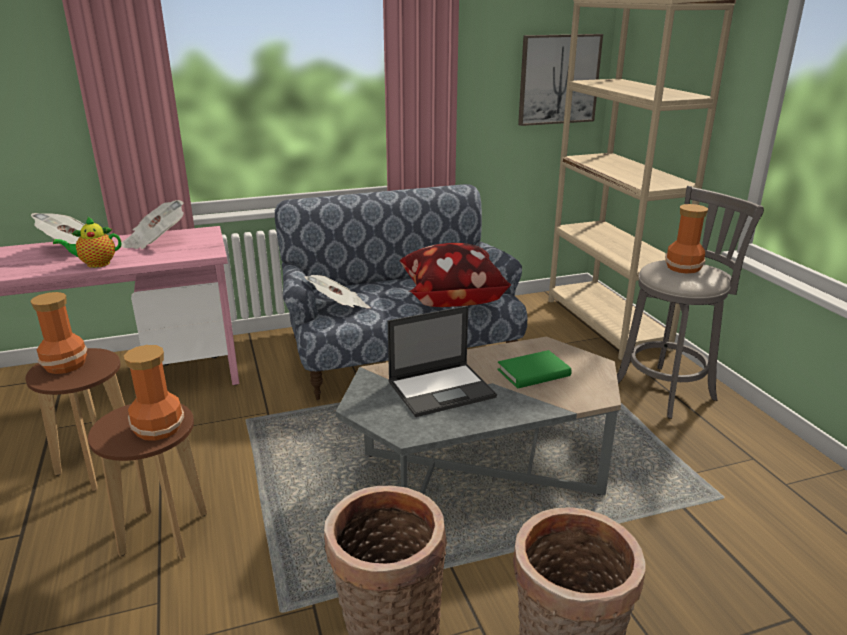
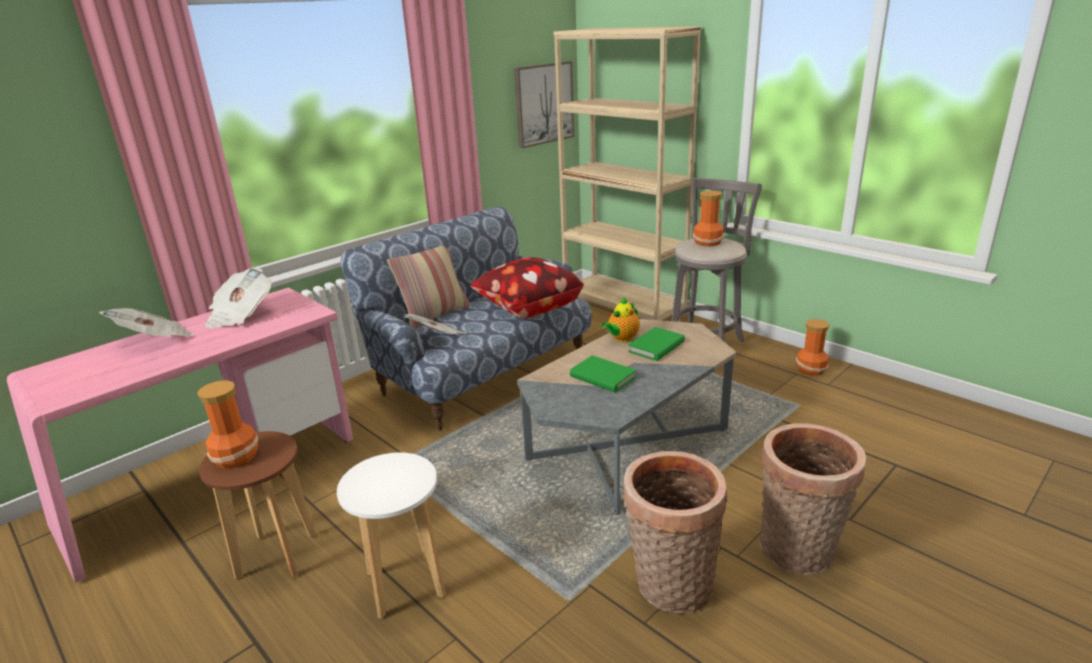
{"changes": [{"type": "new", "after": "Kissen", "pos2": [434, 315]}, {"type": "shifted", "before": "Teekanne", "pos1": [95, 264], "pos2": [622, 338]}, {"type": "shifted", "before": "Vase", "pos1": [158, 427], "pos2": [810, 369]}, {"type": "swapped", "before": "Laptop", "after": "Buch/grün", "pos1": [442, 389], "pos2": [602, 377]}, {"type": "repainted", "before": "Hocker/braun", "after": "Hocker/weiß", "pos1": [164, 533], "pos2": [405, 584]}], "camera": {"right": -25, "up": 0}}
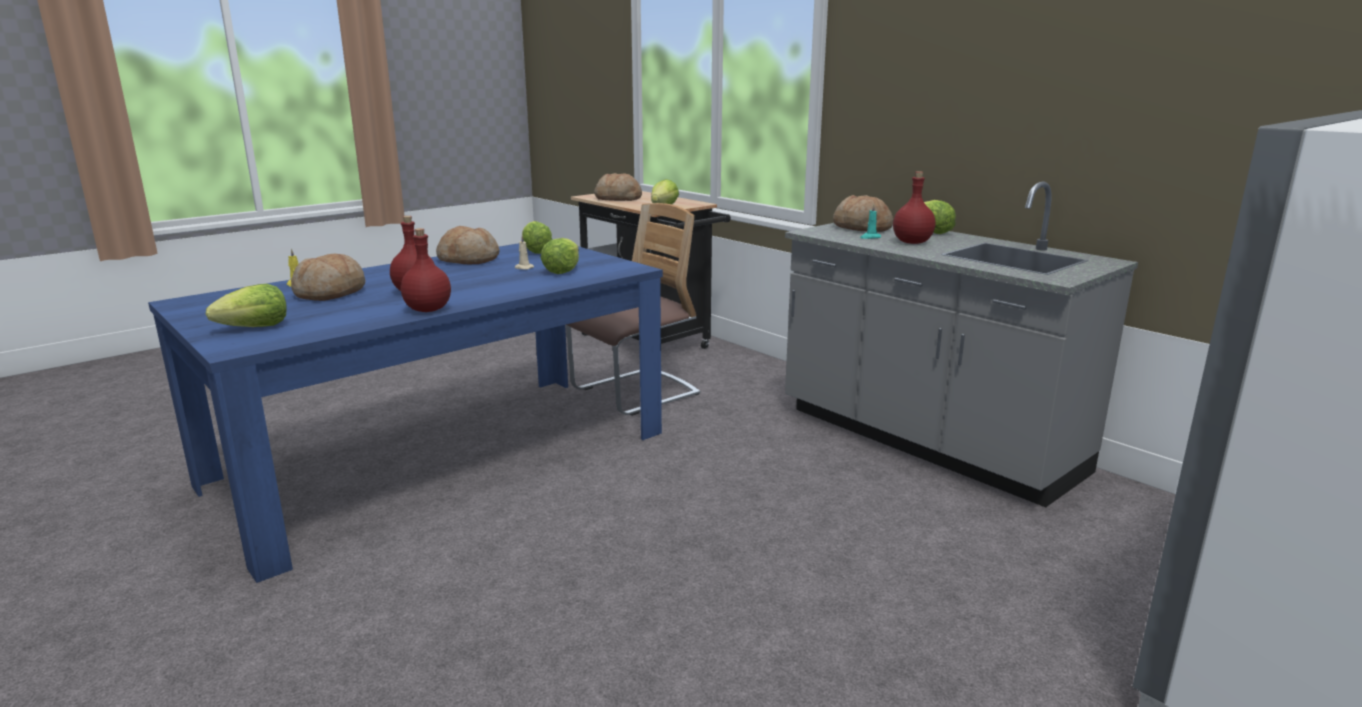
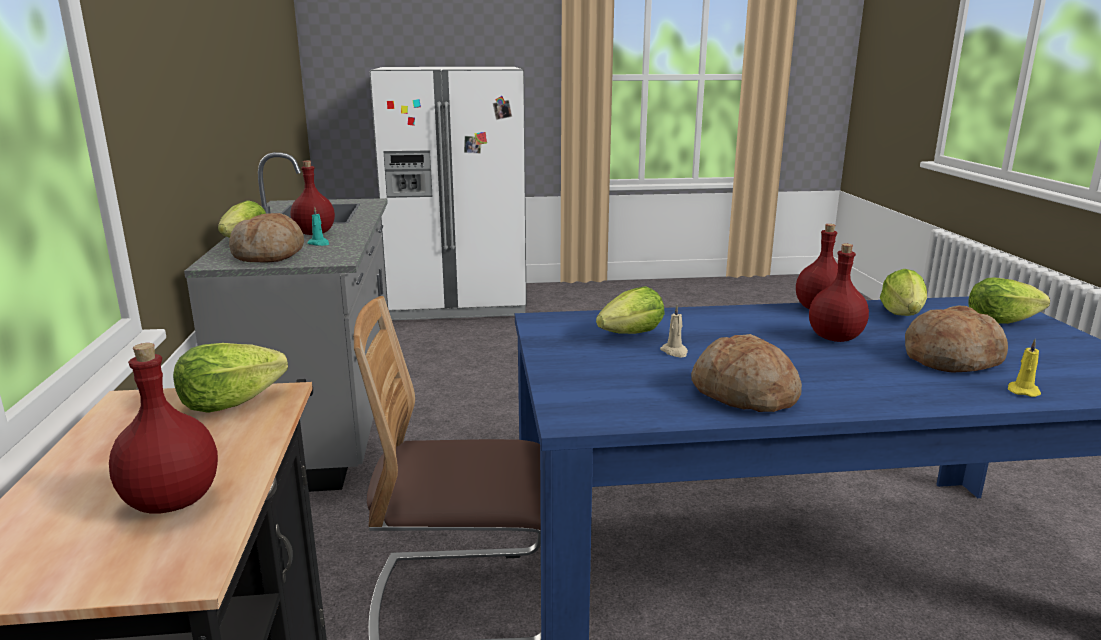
{"changes": [{"type": "shifted", "before": "Salatkopf", "pos1": [536, 251], "pos2": [903, 315]}, {"type": "swapped", "before": "Brot", "after": "Flasche/rot", "pos1": [618, 199], "pos2": [174, 501]}], "camera": {"right": -145, "up": 0}}
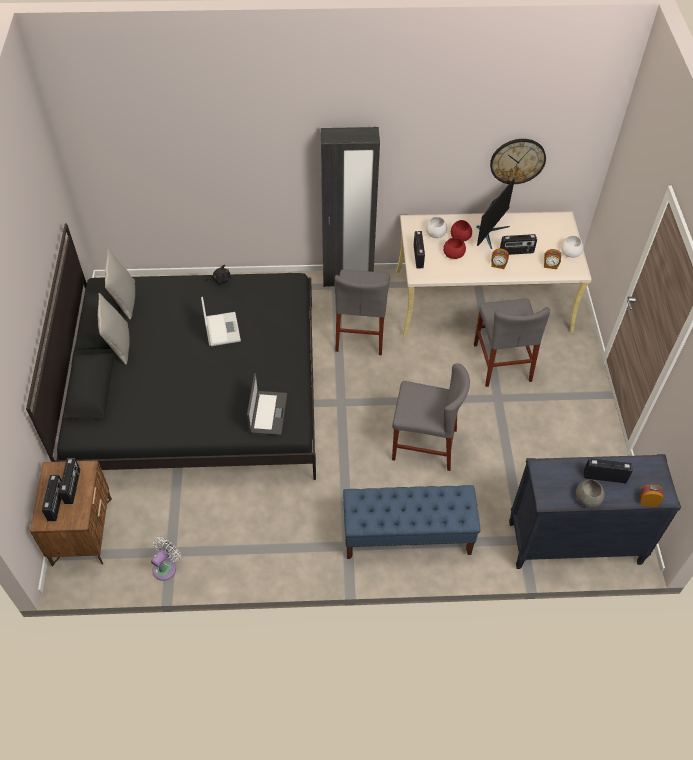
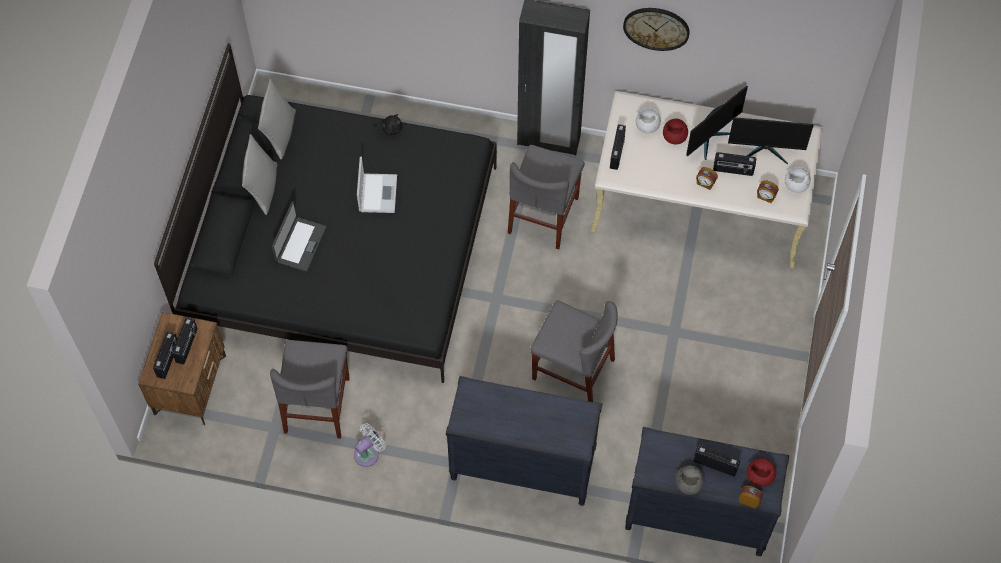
{"changes": [{"type": "new", "after": "Monitor", "pos2": [765, 150]}, {"type": "shifted", "before": "Ventilator/weiß", "pos1": [166, 567], "pos2": [368, 453]}, {"type": "shifted", "before": "Laptop", "pos1": [267, 413], "pos2": [300, 244]}, {"type": "shifted", "before": "Schüssel/rot", "pos1": [454, 254], "pos2": [760, 476]}, {"type": "shifted", "before": "Stuhl/grau", "pos1": [502, 362], "pos2": [317, 405]}, {"type": "shifted", "before": "Wanduhr", "pos1": [517, 161], "pos2": [656, 28]}, {"type": "swapped", "before": "Bank/blau", "after": "Kommode/schwarz", "pos1": [406, 536], "pos2": [522, 467]}], "camera": {"right": 15, "up": 10}}
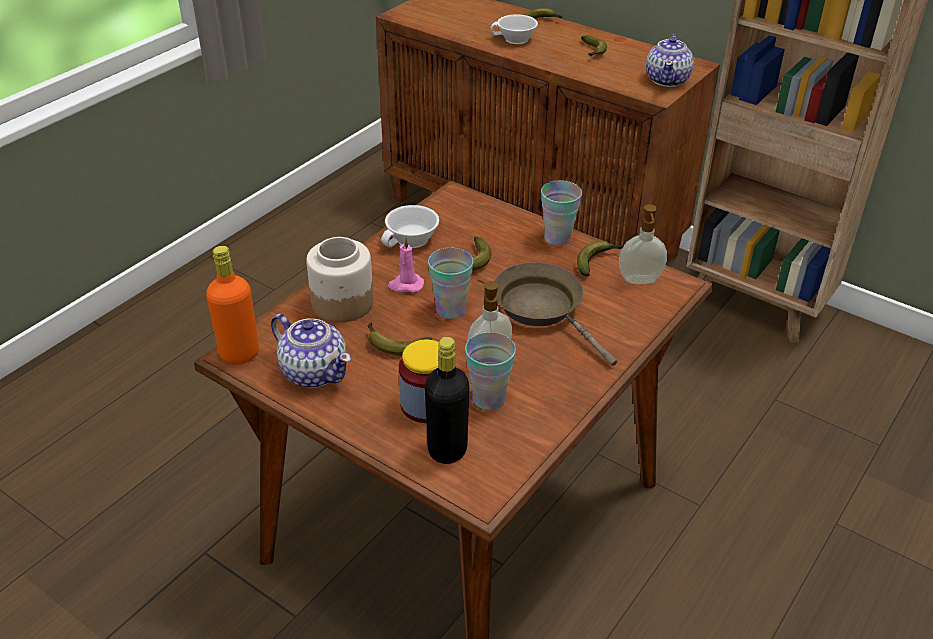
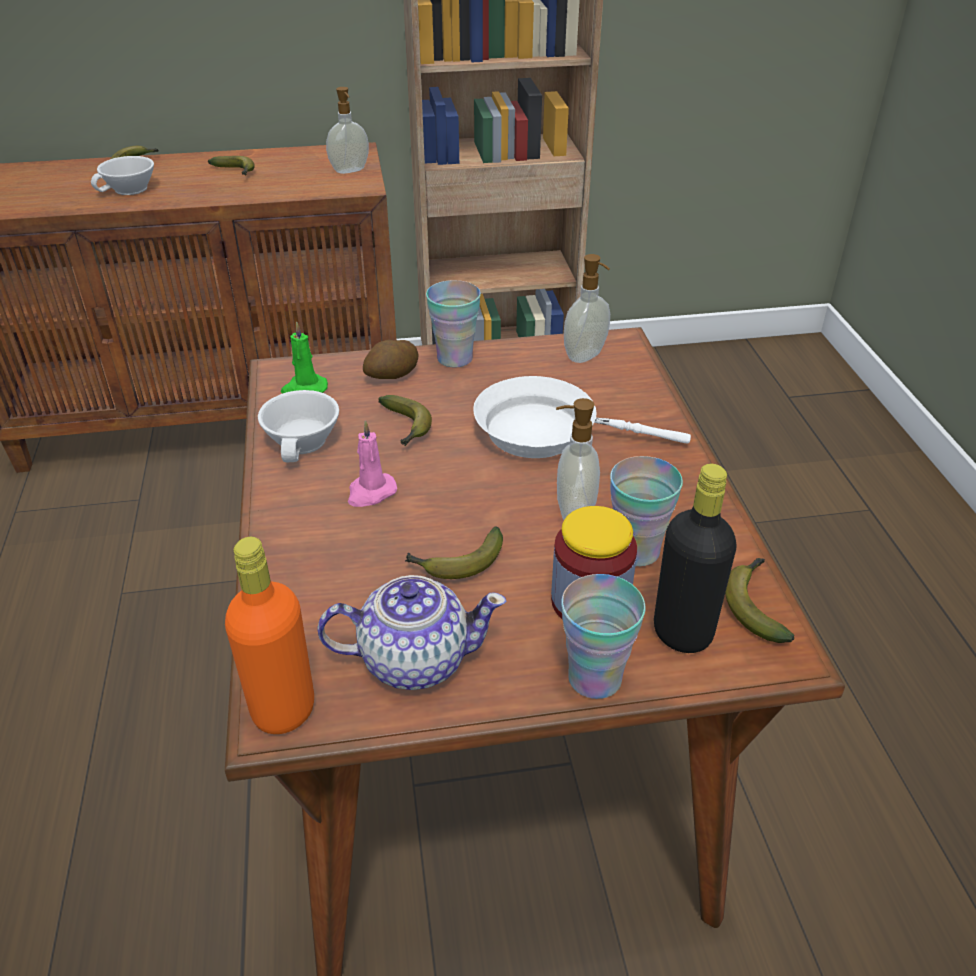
{"changes": [{"type": "gone", "before": "Vorratsglas", "pos1": [341, 303]}, {"type": "new", "after": "Kerze/grün", "pos2": [304, 389]}, {"type": "new", "after": "Kartoffel", "pos2": [391, 376]}, {"type": "shifted", "before": "Tasse", "pos1": [451, 310], "pos2": [594, 678]}, {"type": "shifted", "before": "Banane", "pos1": [597, 262], "pos2": [755, 605]}, {"type": "swapped", "before": "Teekanne", "after": "Seifenspender", "pos1": [667, 80], "pos2": [350, 171]}, {"type": "repainted", "before": "Pfanne/braun", "after": "Pfanne/weiß", "pos1": [543, 309], "pos2": [546, 431]}], "camera": {"right": -45, "up": 0}}
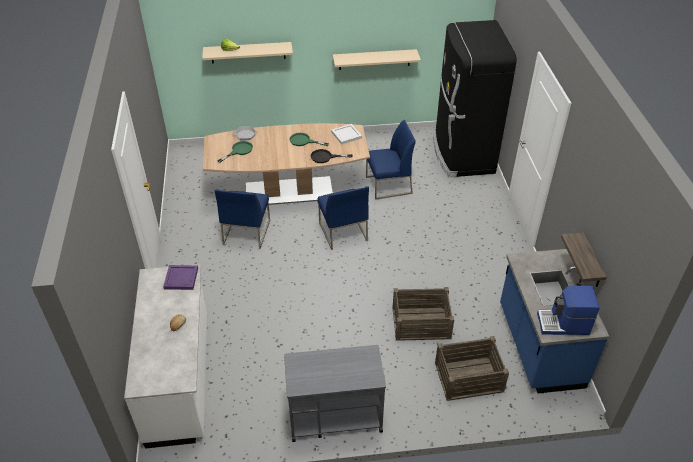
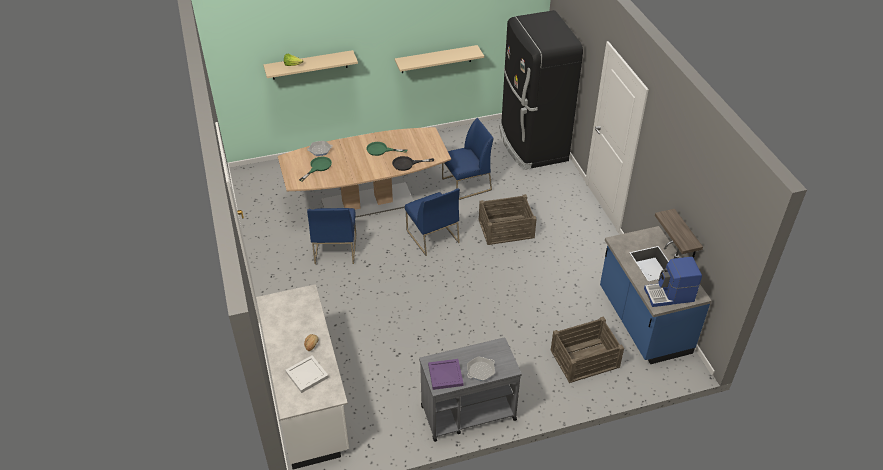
{"changes": [{"type": "new", "after": "Pfanne", "pos2": [480, 371]}, {"type": "shifted", "before": "Tablett/lila", "pos1": [181, 278], "pos2": [446, 374]}, {"type": "shifted", "before": "Tablett/weiß", "pos1": [346, 135], "pos2": [307, 375]}, {"type": "shifted", "before": "Kiste", "pos1": [421, 323], "pos2": [506, 229]}], "camera": {"right": -10, "up": 0}}
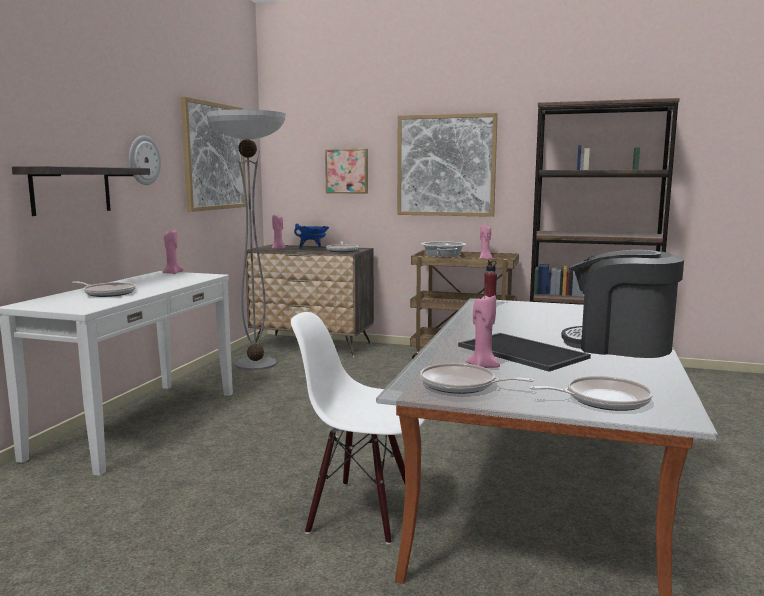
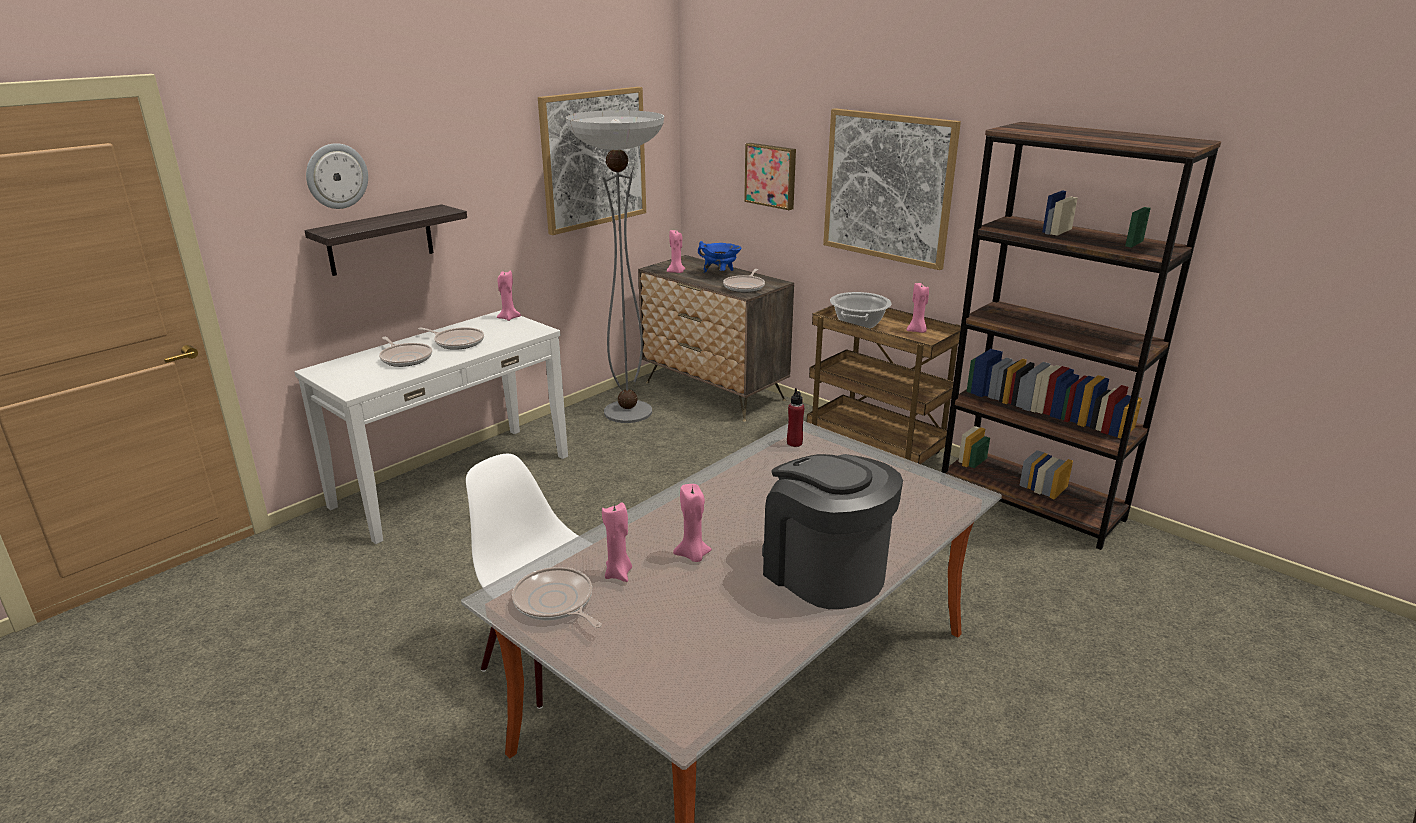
{"changes": [{"type": "shifted", "before": "Wanduhr", "pos1": [143, 160], "pos2": [336, 176]}, {"type": "shifted", "before": "Pfanne", "pos1": [602, 400], "pos2": [457, 342]}, {"type": "swapped", "before": "Tablett", "after": "Kerze/rosa", "pos1": [519, 352], "pos2": [693, 556]}], "camera": {"right": 25, "up": 15}}
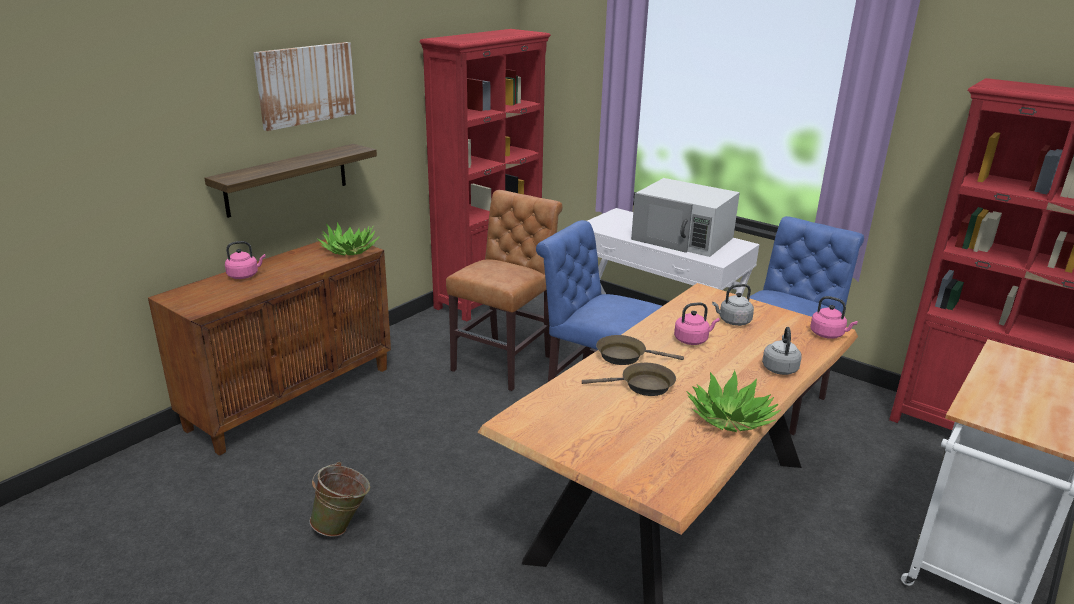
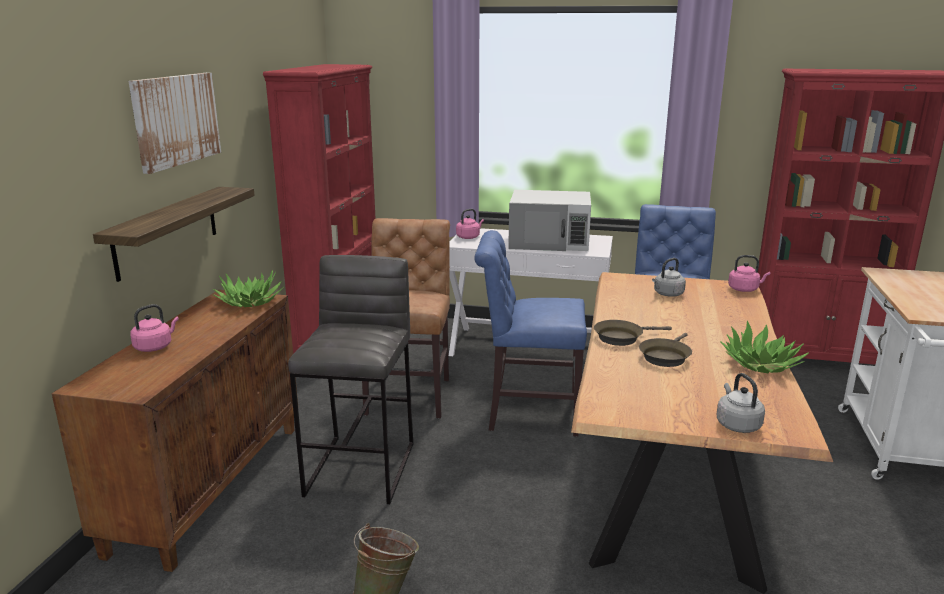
{"changes": [{"type": "new", "after": "Hocker/grau", "pos2": [362, 468]}, {"type": "shifted", "before": "Wasserkessel/rosa", "pos1": [692, 340], "pos2": [469, 237]}, {"type": "shifted", "before": "Wasserkessel/grau", "pos1": [779, 368], "pos2": [737, 424]}, {"type": "rotated", "before": "Pfanne/braun", "pos1": [642, 386], "pos2": [665, 356], "turn": 150}], "camera": {"right": -25, "up": -5}}
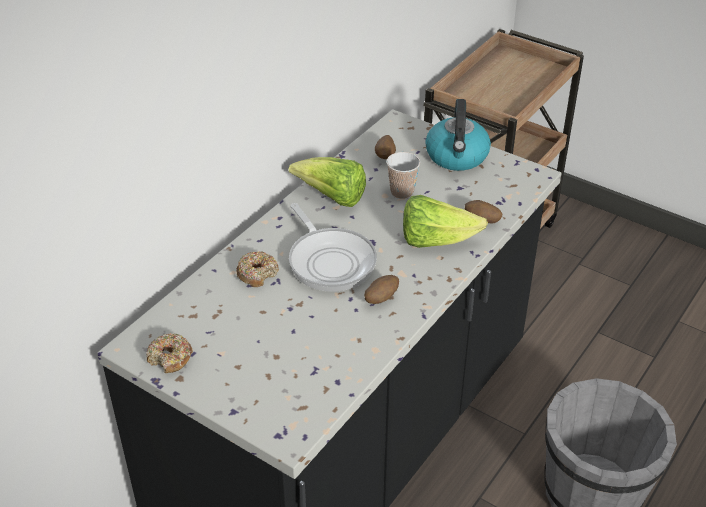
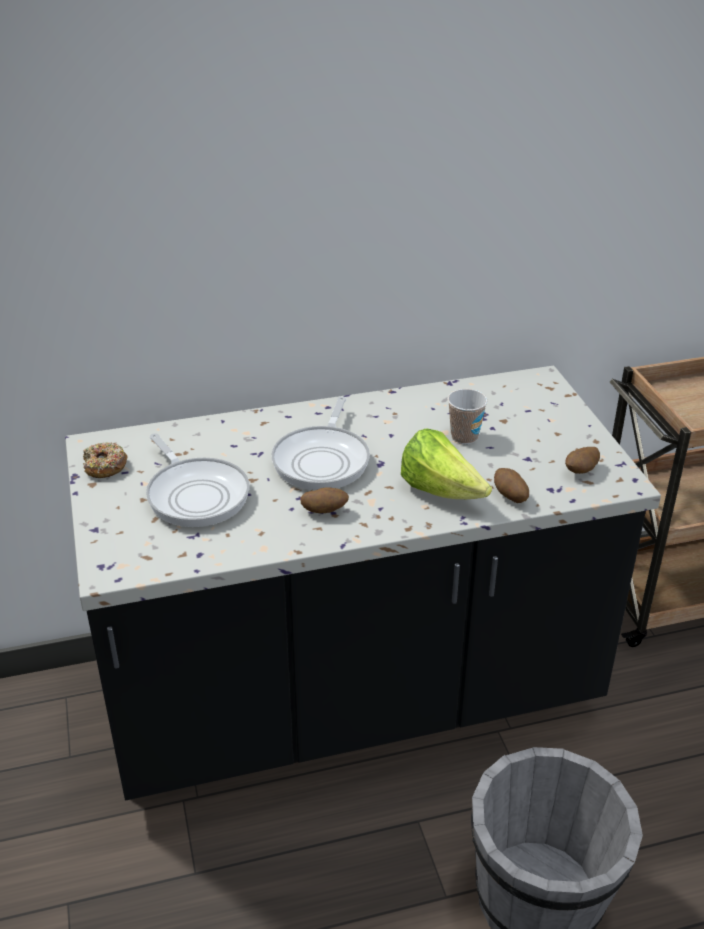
{"changes": [{"type": "gone", "before": "Donut", "pos1": [257, 274]}, {"type": "gone", "before": "Salatkopf", "pos1": [332, 197]}, {"type": "gone", "before": "Wasserkessel", "pos1": [457, 157]}, {"type": "new", "after": "Pfanne", "pos2": [196, 494]}, {"type": "shifted", "before": "Kartoffel", "pos1": [385, 156], "pos2": [581, 471]}], "camera": {"right": 40, "up": -5}}
